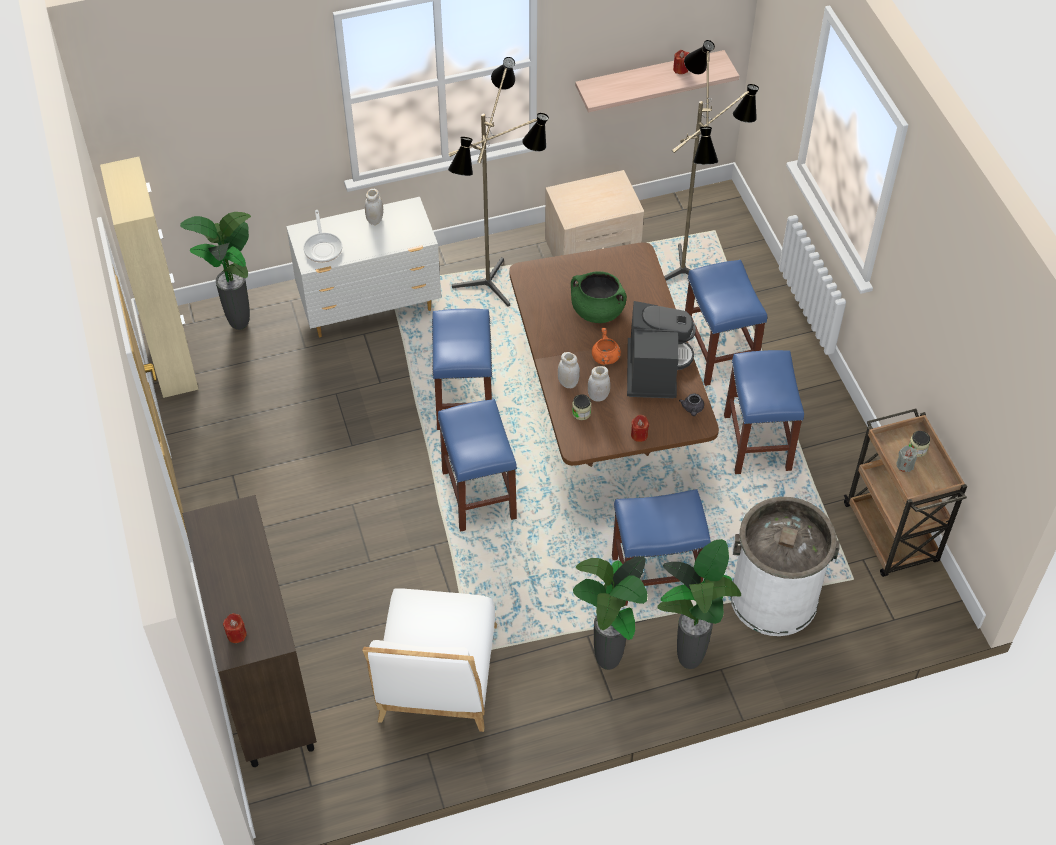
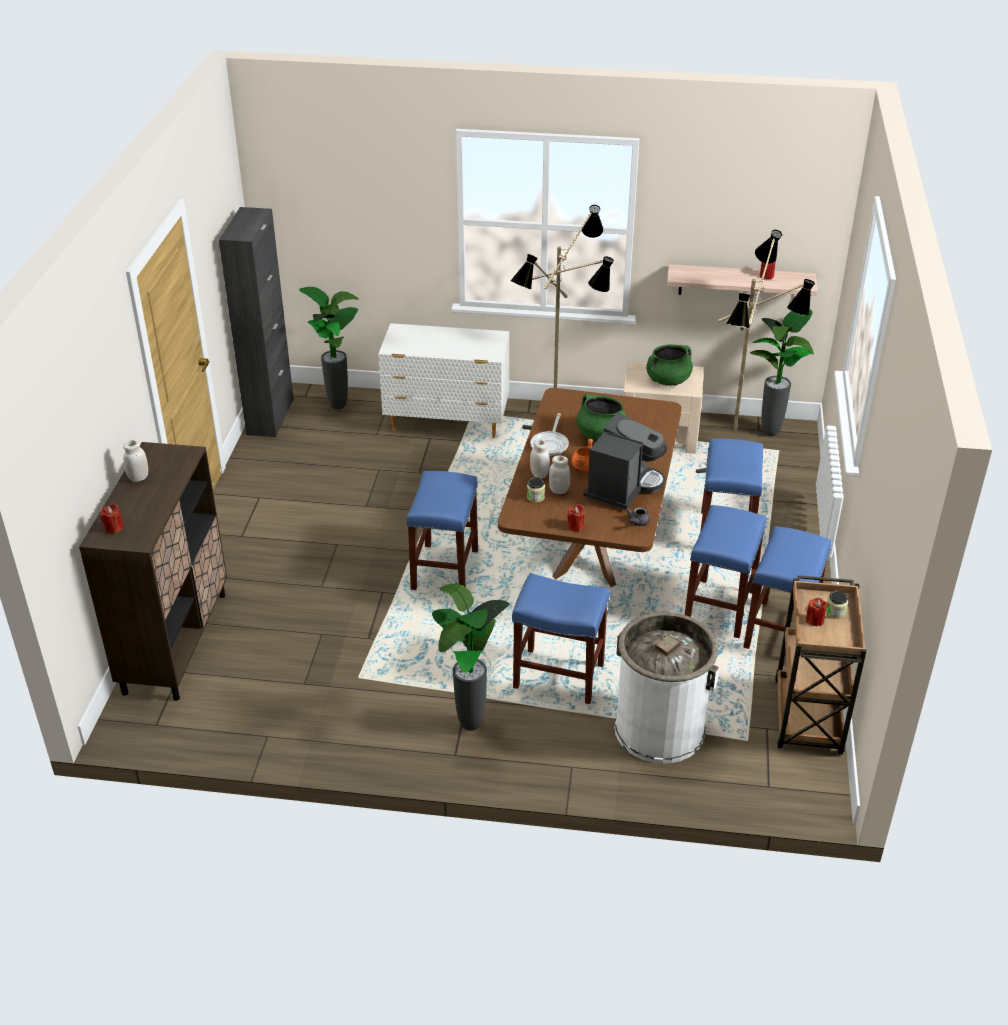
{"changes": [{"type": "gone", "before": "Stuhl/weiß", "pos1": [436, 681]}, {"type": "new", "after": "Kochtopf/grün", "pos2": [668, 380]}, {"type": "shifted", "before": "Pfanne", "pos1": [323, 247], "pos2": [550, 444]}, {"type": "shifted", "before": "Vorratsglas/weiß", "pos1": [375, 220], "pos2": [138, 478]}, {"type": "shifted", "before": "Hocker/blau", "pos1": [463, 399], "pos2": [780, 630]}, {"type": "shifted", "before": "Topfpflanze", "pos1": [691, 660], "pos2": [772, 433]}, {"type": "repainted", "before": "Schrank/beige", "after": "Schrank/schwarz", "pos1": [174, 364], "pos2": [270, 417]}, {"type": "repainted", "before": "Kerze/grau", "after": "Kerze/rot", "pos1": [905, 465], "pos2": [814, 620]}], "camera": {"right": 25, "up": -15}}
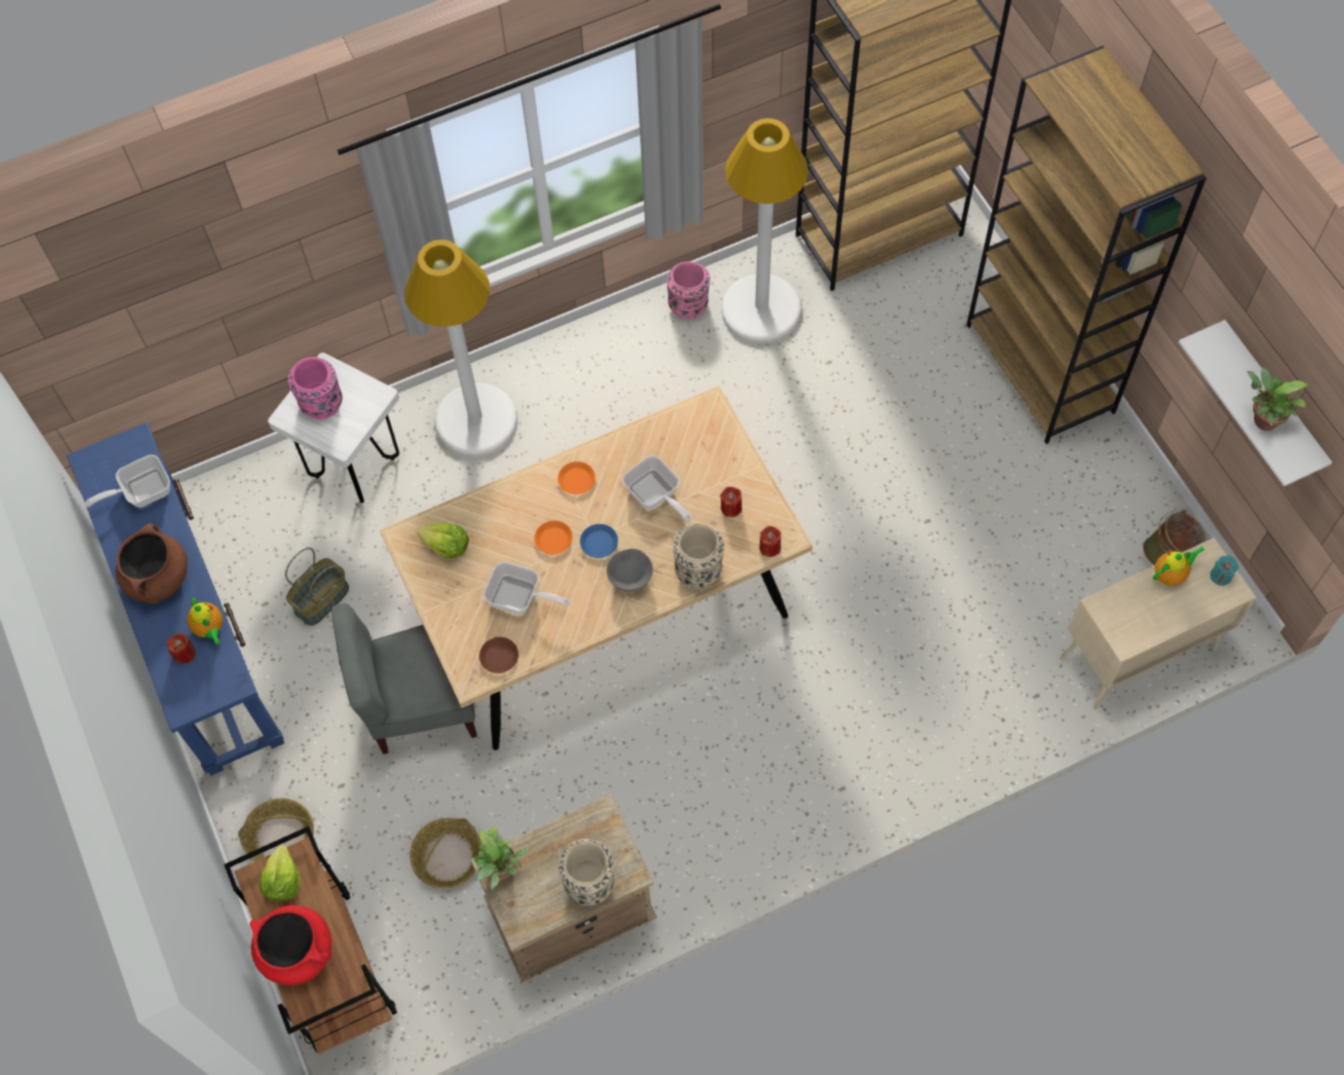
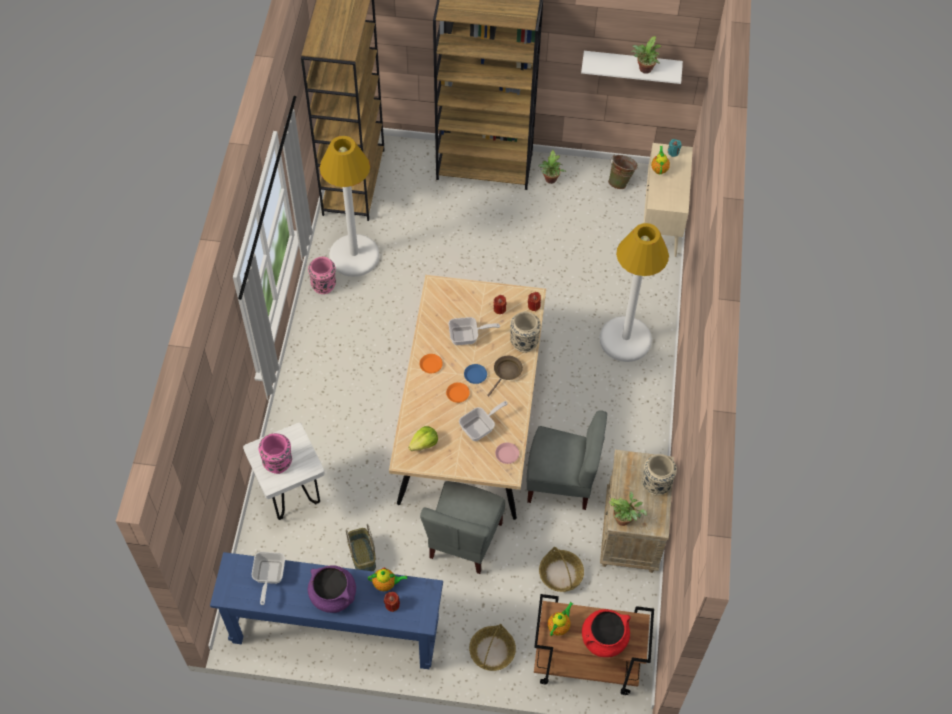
{"changes": [{"type": "new", "after": "Stuhl/grau", "pos2": [561, 482]}, {"type": "new", "after": "Topfpflanze", "pos2": [550, 180]}, {"type": "shifted", "before": "Stehlampe/weiß", "pos1": [476, 421], "pos2": [625, 339]}, {"type": "swapped", "before": "Salatkopf", "after": "Teekanne", "pos1": [282, 880], "pos2": [559, 626]}, {"type": "swapped", "before": "Schüssel/grau", "after": "Pfanne/braun", "pos1": [630, 579], "pos2": [506, 373]}, {"type": "repainted", "before": "Kochtopf/braun", "after": "Kochtopf/lila", "pos1": [158, 578], "pos2": [333, 595]}, {"type": "repainted", "before": "Teller/braun", "after": "Teller/rosa", "pos1": [499, 656], "pos2": [507, 454]}], "camera": {"right": -60, "up": -5}}
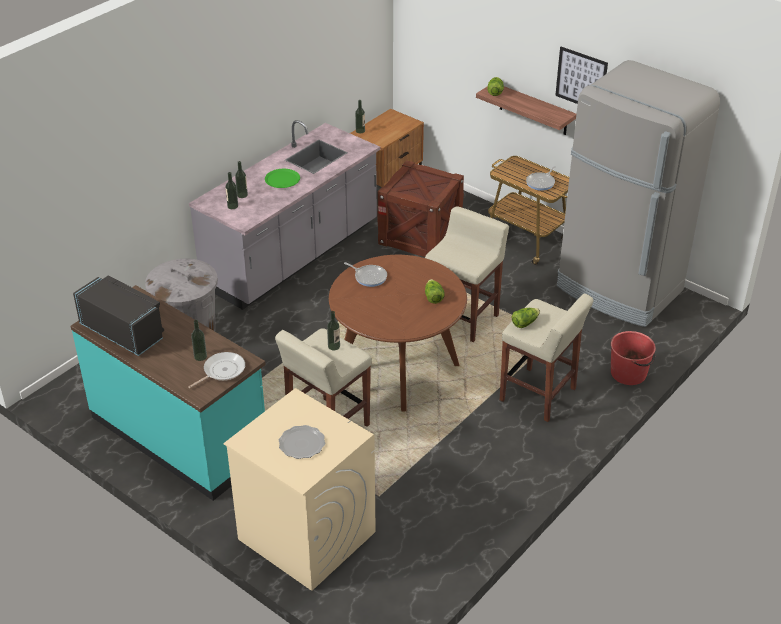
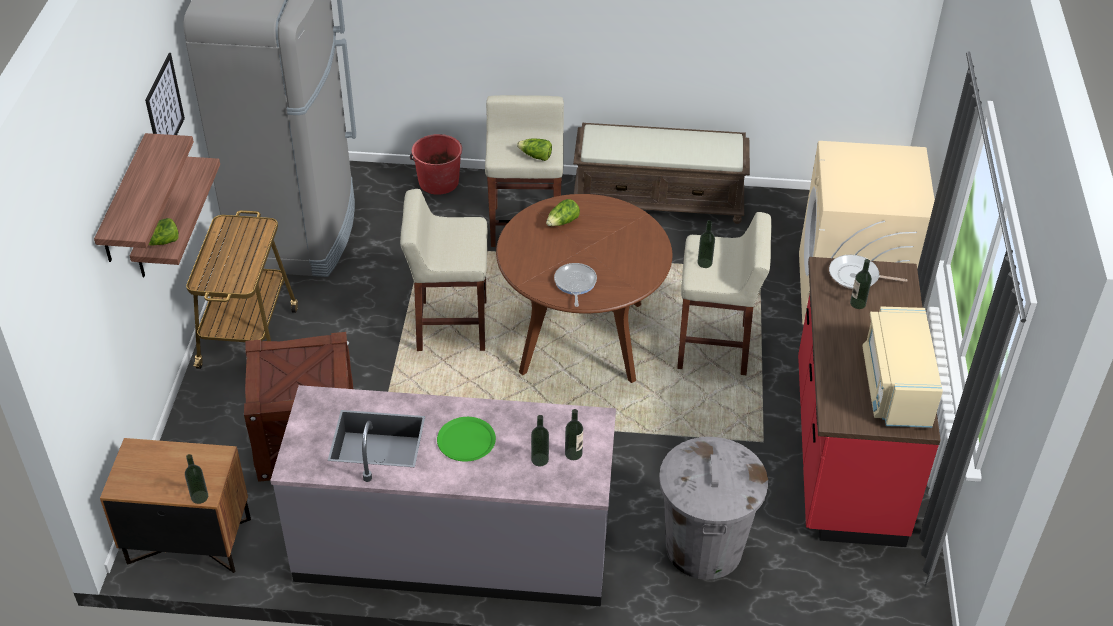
{"changes": [{"type": "gone", "before": "Teller", "pos1": [302, 443]}, {"type": "gone", "before": "Pfanne", "pos1": [541, 182]}, {"type": "new", "after": "Wandregal", "pos2": [125, 201]}, {"type": "new", "after": "Bank/braun", "pos2": [659, 200]}, {"type": "repainted", "before": "Küchenzeile/türkis", "after": "Küchenzeile/rot", "pos1": [180, 435], "pos2": [845, 452]}, {"type": "repainted", "before": "Mikrowelle/schwarz", "after": "Mikrowelle/beige", "pos1": [123, 331], "pos2": [896, 386]}], "camera": {"right": -125, "up": 5}}
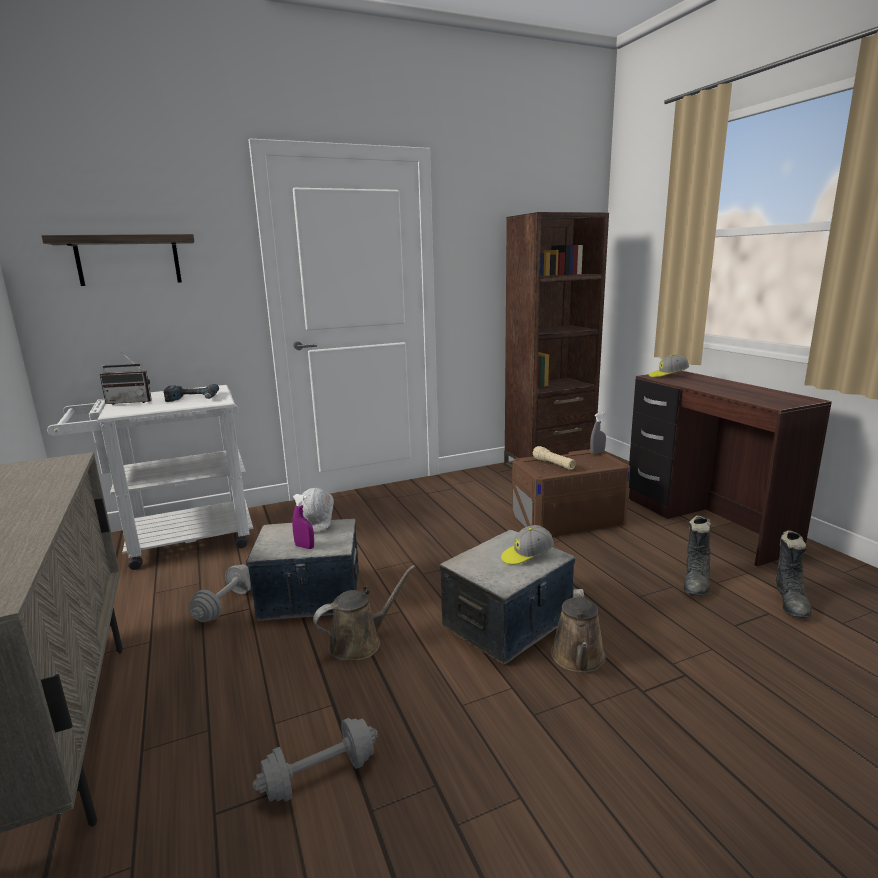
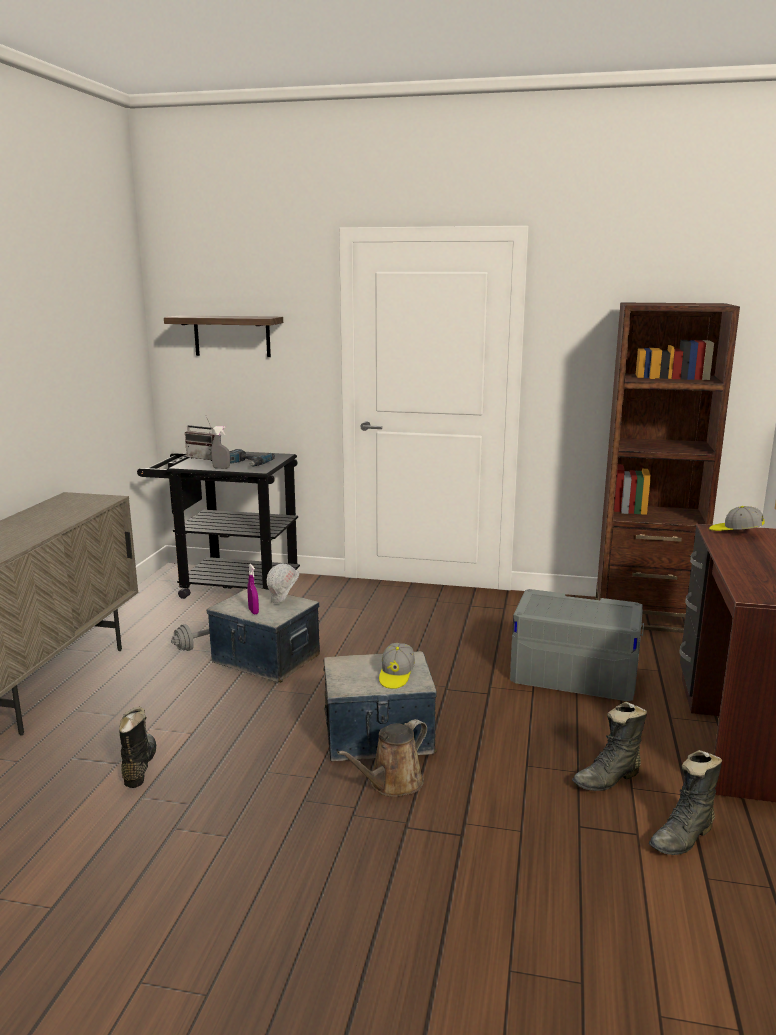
{"changes": [{"type": "gone", "before": "Gießkanne/braun", "pos1": [360, 642]}, {"type": "gone", "before": "Taschenlampe/beige", "pos1": [553, 464]}, {"type": "shifted", "before": "Sprühflasche/grau", "pos1": [597, 452], "pos2": [221, 468]}, {"type": "swapped", "before": "Hantel/grau", "after": "Stiefel/schwarz", "pos1": [320, 776], "pos2": [139, 767]}, {"type": "repainted", "before": "Rollwagen/weiß", "after": "Rollwagen/schwarz", "pos1": [177, 541], "pos2": [229, 586]}, {"type": "repainted", "before": "Aufbewahrungsbox/braun", "after": "Aufbewahrungsbox/grau", "pos1": [567, 519], "pos2": [573, 675]}, {"type": "rotated", "before": "Kappe", "pos1": [526, 556], "pos2": [396, 675], "turn": -90}], "camera": {"right": 35, "up": 0}}
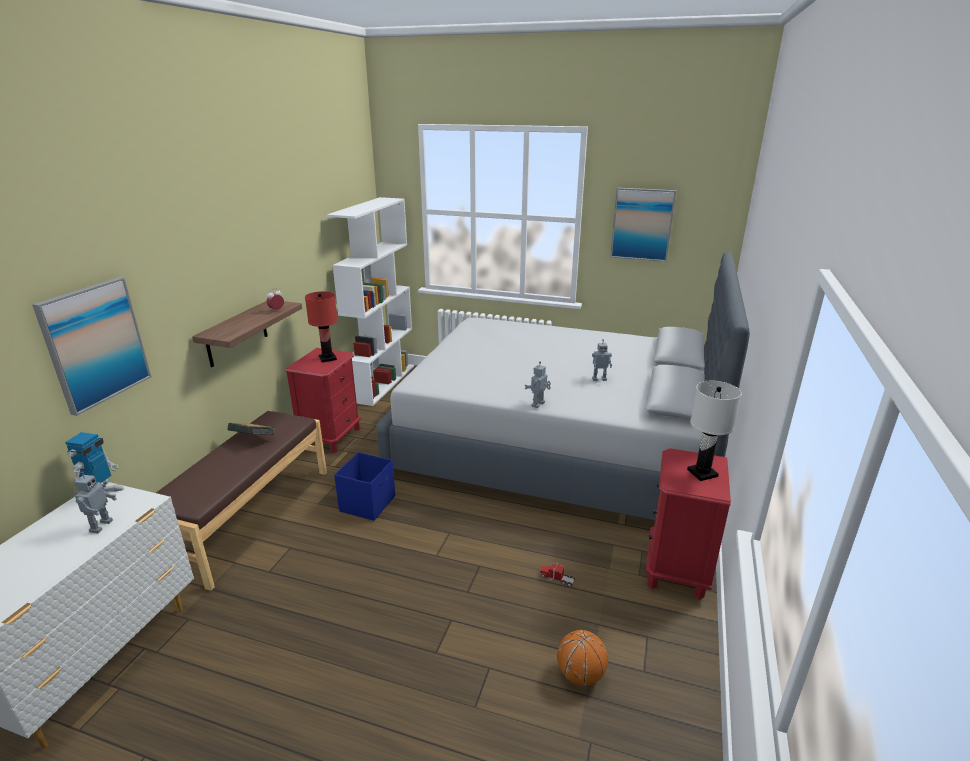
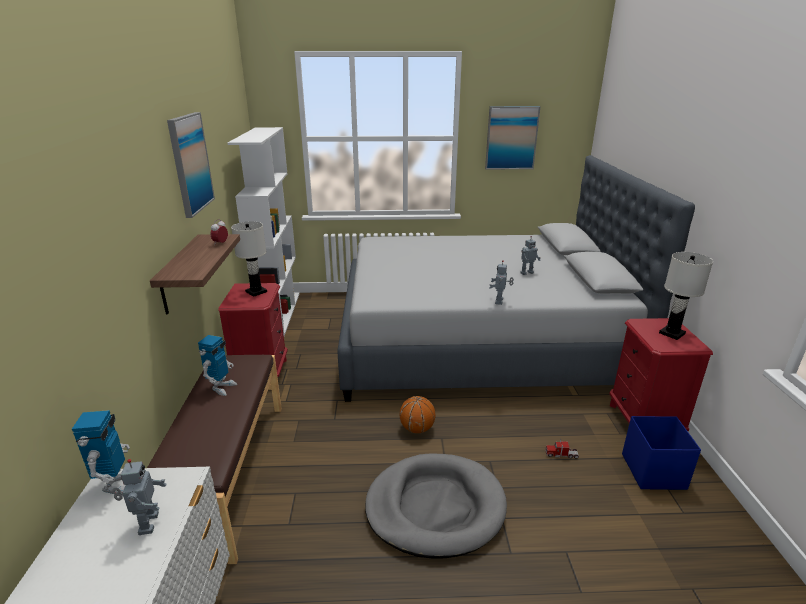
{"changes": [{"type": "new", "after": "Hundebett/grau", "pos2": [435, 507]}, {"type": "shifted", "before": "Bild", "pos1": [95, 344], "pos2": [190, 163]}, {"type": "shifted", "before": "Aufbewahrungsbox/blau", "pos1": [368, 503], "pos2": [653, 471]}, {"type": "shifted", "before": "Basketball", "pos1": [580, 674], "pos2": [417, 429]}, {"type": "swapped", "before": "Buch", "after": "Spielzeugroboter", "pos1": [253, 439], "pos2": [221, 387]}, {"type": "repainted", "before": "Tischlampe/rot", "after": "Tischlampe/weiß", "pos1": [328, 358], "pos2": [256, 291]}], "camera": {"right": -20, "up": 0}}
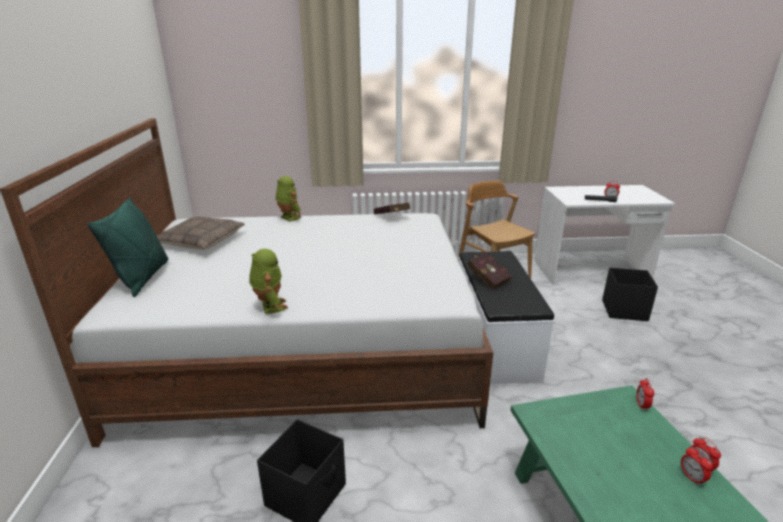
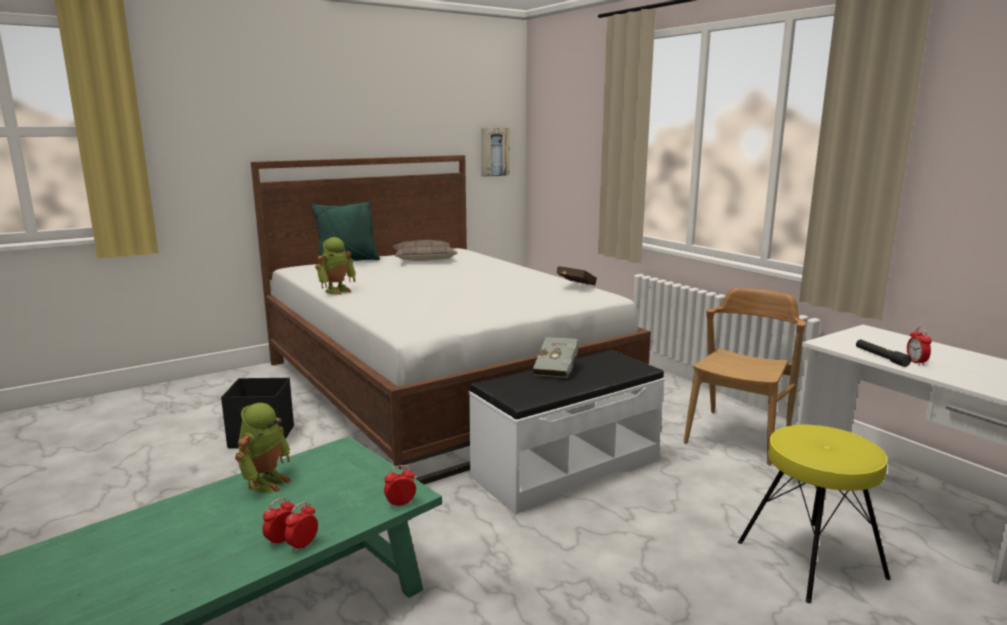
{"changes": [{"type": "new", "after": "Bild", "pos2": [494, 152]}, {"type": "shifted", "before": "Spielzeugroboter", "pos1": [288, 218], "pos2": [266, 482]}, {"type": "swapped", "before": "Aufbewahrungsbox/schwarz", "after": "Hocker/gelb", "pos1": [623, 310], "pos2": [809, 559]}, {"type": "repainted", "before": "Buch/rot", "after": "Buch/grau", "pos1": [487, 279], "pos2": [557, 369]}], "camera": {"right": 60, "up": -10}}
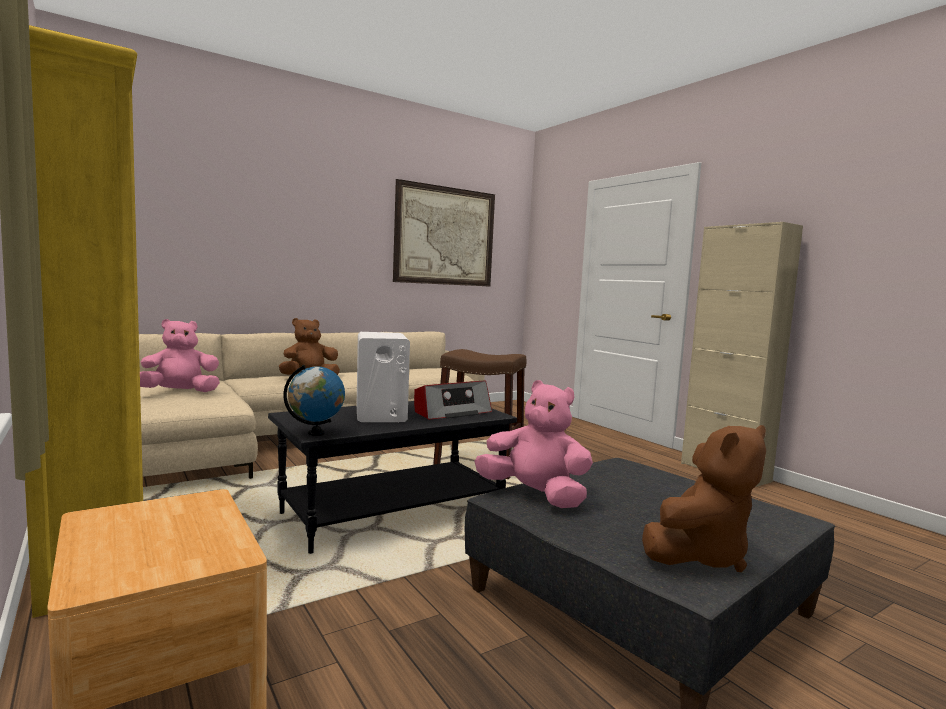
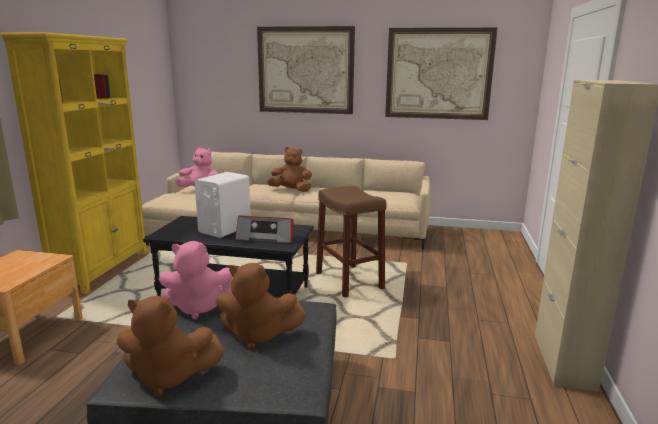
{"changes": [{"type": "gone", "before": "Globus", "pos1": [316, 433]}, {"type": "new", "after": "Plüschtier/braun", "pos2": [257, 335]}, {"type": "new", "after": "Bild", "pos2": [305, 70]}, {"type": "rotated", "before": "Plüschtier/rosa", "pos1": [535, 496], "pos2": [199, 308], "turn": 105}], "camera": {"right": 45, "up": 10}}
